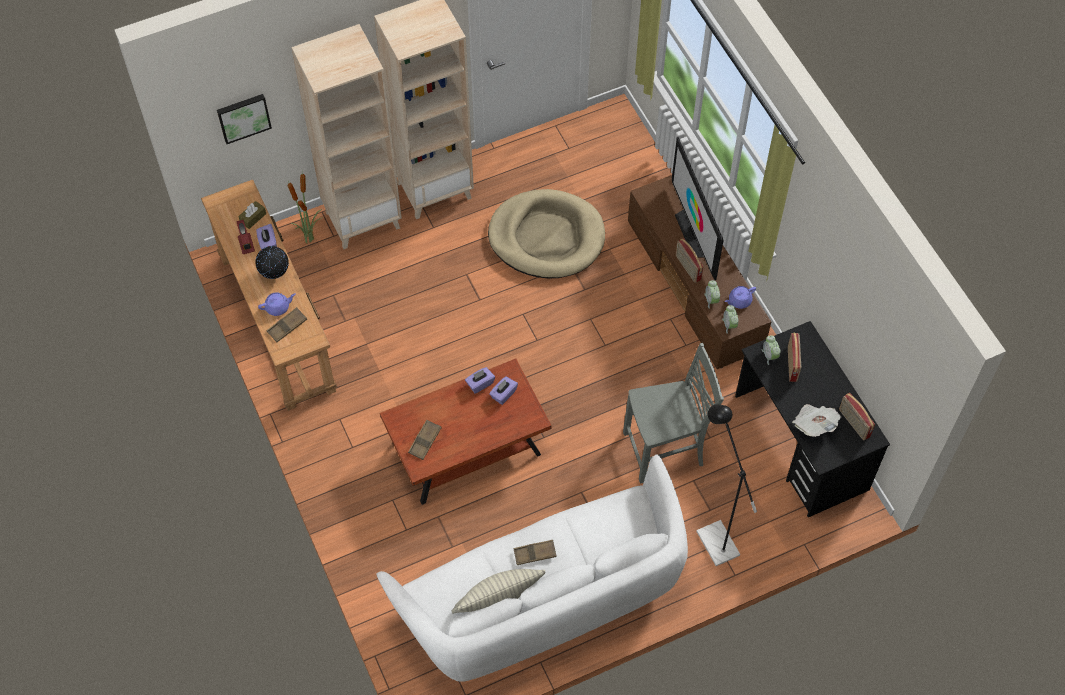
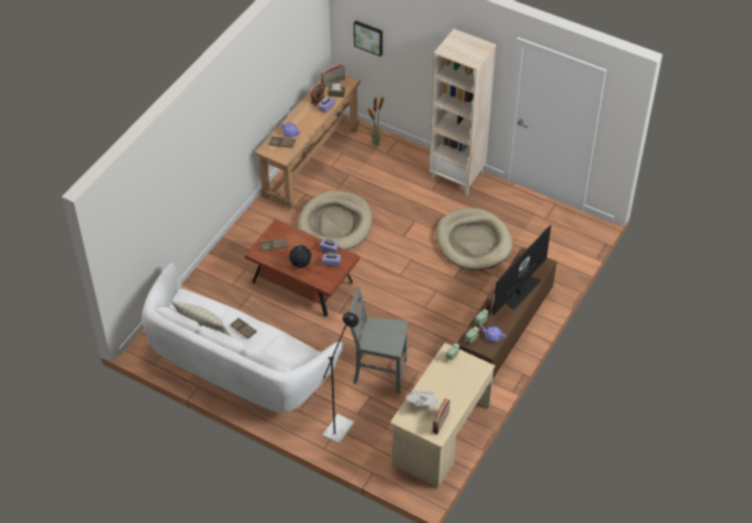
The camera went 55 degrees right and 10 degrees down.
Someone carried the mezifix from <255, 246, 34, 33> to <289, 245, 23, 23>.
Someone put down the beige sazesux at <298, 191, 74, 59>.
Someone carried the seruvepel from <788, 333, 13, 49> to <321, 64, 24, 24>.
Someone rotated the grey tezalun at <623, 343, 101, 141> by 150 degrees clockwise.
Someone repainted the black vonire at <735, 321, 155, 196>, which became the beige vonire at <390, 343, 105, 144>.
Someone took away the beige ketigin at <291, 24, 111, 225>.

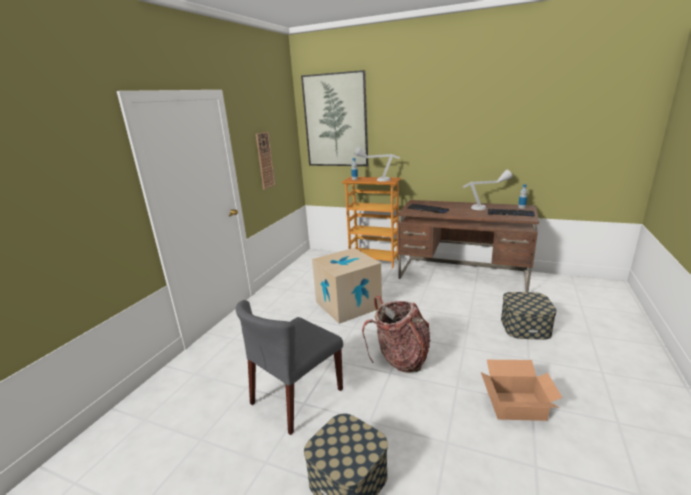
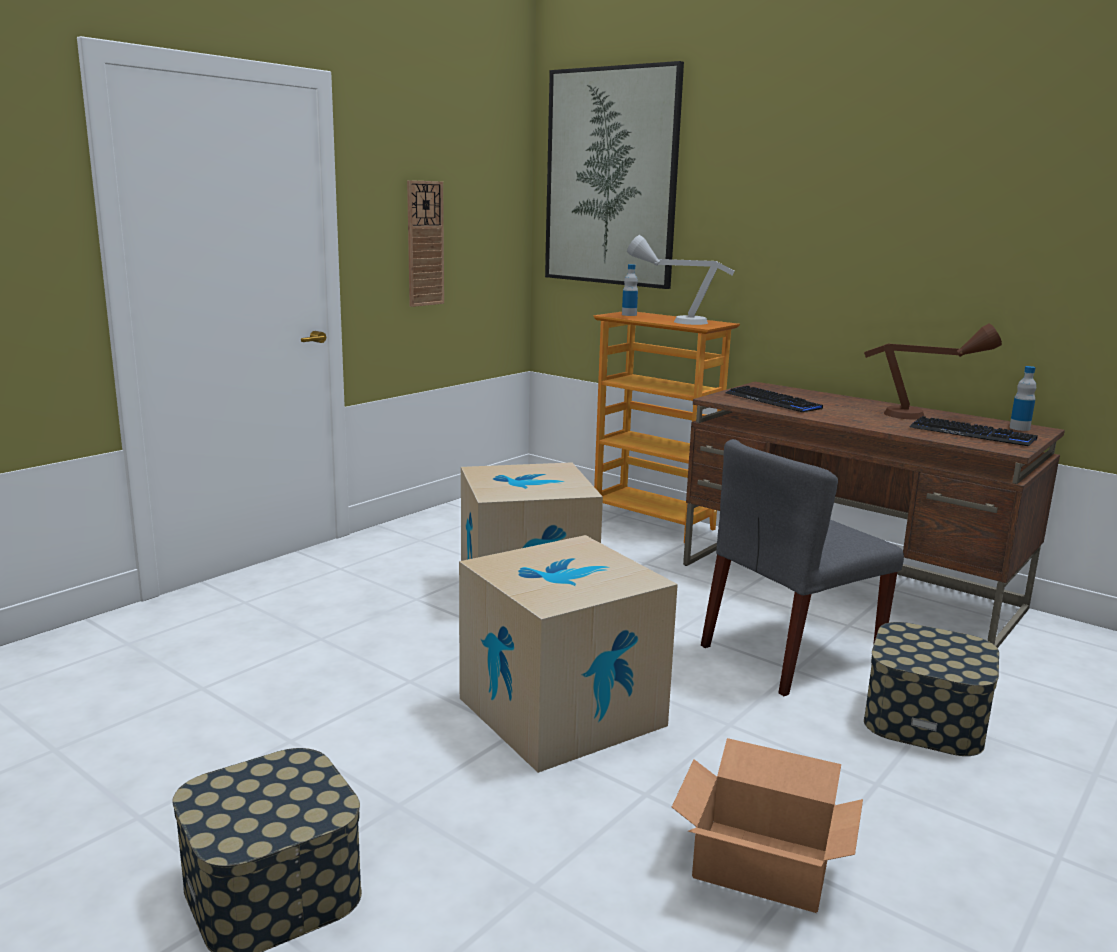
The camera went 15 degrees right and 5 degrees down.
Someone swapped the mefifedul at <362, 296, 68, 77> for the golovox at <459, 535, 219, 238>.
Someone carried the grey tezalun from <236, 300, 107, 135> to <701, 439, 203, 257>.
Someone repainted the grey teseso at <463, 170, 50, 40>, which became the brown teseso at <864, 323, 138, 96>.

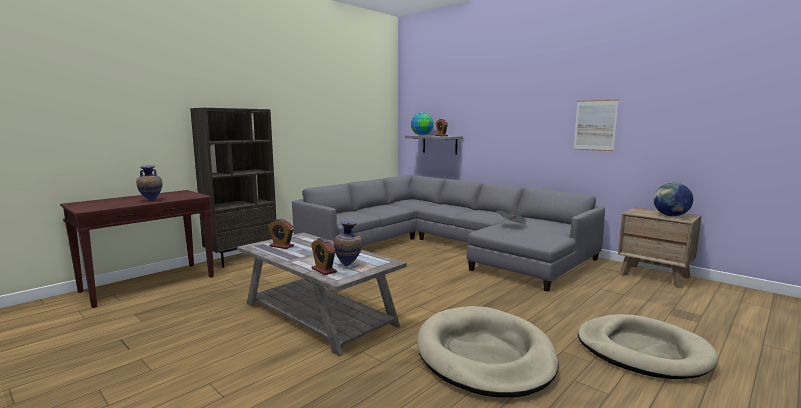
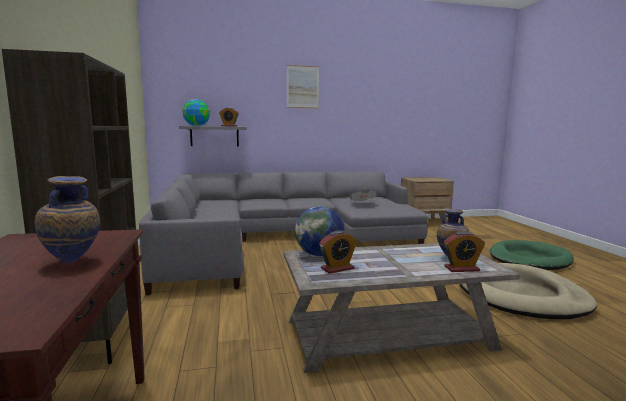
The camera went 55 degrees left and 0 degrees up.
Someone carried the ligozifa from <574, 99, 45, 52> to <287, 65, 32, 43>.
Someone carried the mezifix from <653, 183, 40, 33> to <295, 206, 50, 50>.
Someone repainted the beige sazesux at <578, 314, 141, 65>, which became the green sazesux at <490, 240, 84, 30>.

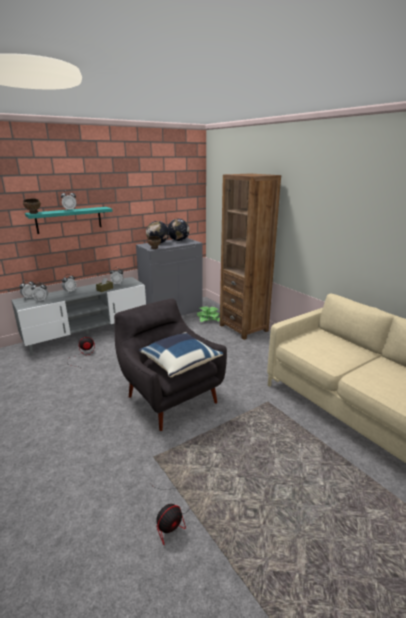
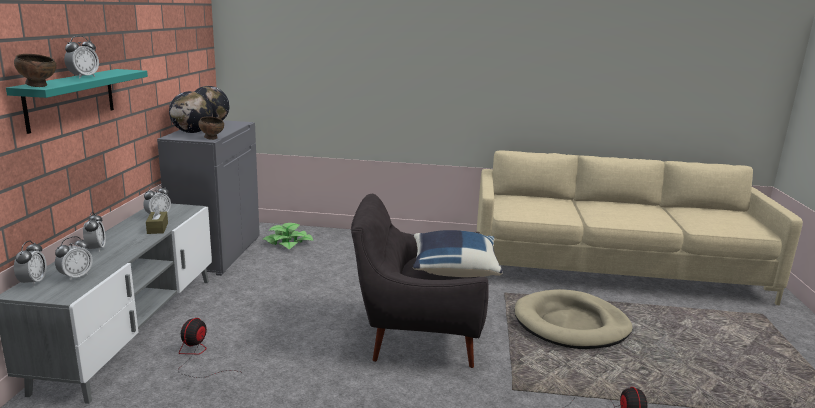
The camera went 50 degrees left and 5 degrees down.
Someone put down the beige sazesux at <515, 289, 117, 60>.
Someone took away the brown ketigin at <220, 174, 61, 166>.

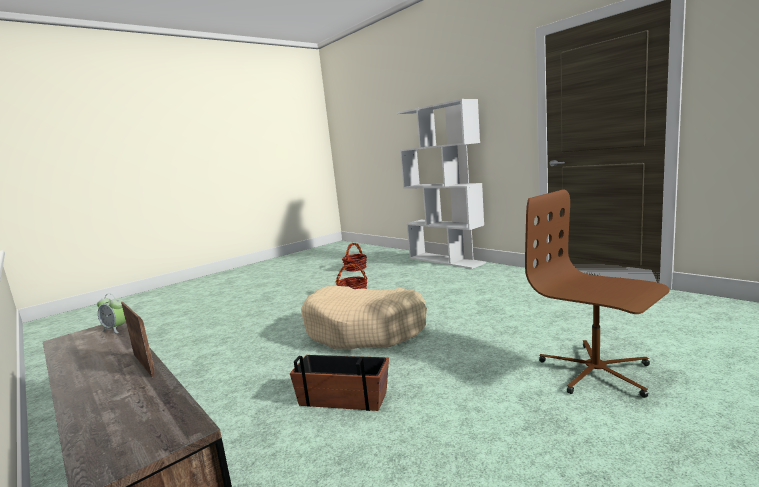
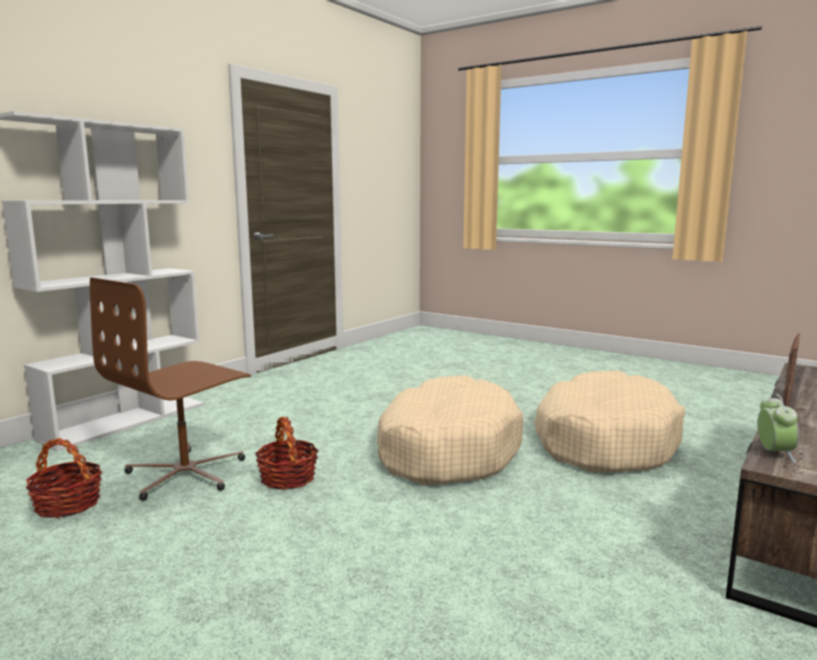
The camera went 105 degrees left and 0 degrees up.
Someone carried the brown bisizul from <525, 189, 145, 209> to <90, 277, 161, 224>.
Someone swapped the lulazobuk at <290, 355, 99, 56> for the beige sazesux at <534, 371, 151, 102>.

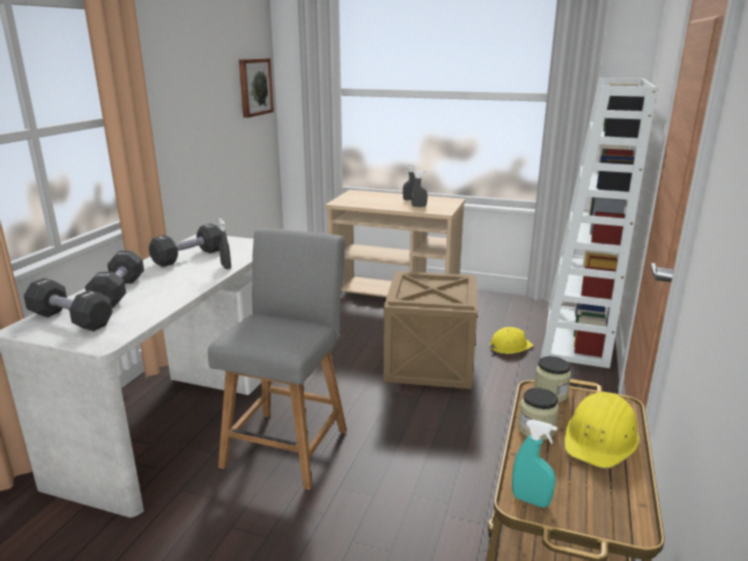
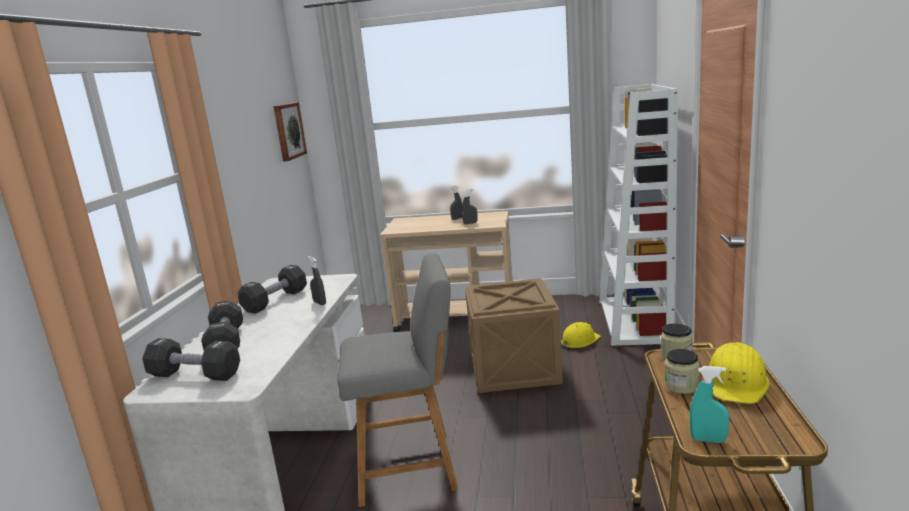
The camera went 10 degrees left and 5 degrees down.
Someone rotated the grey tezalun at <208, 227, 139, 263> by 75 degrees clockwise.

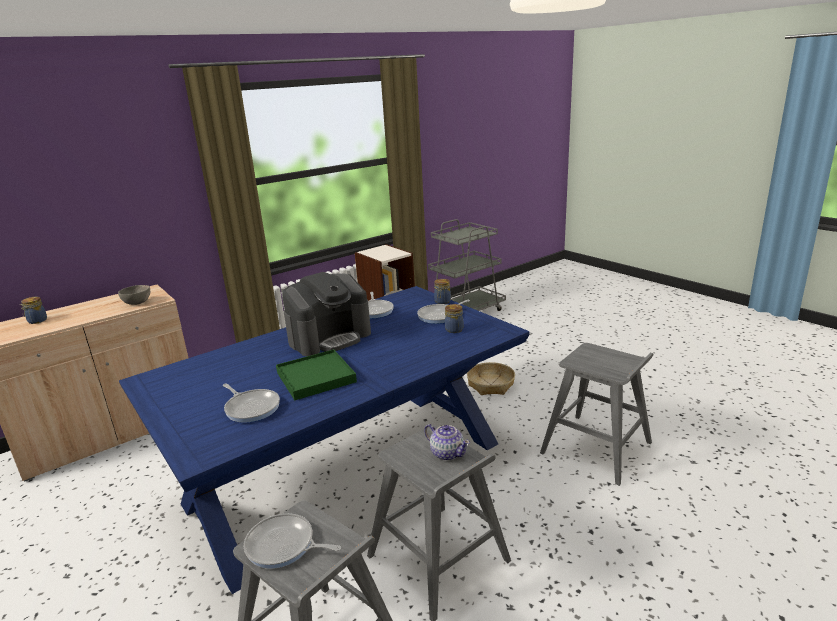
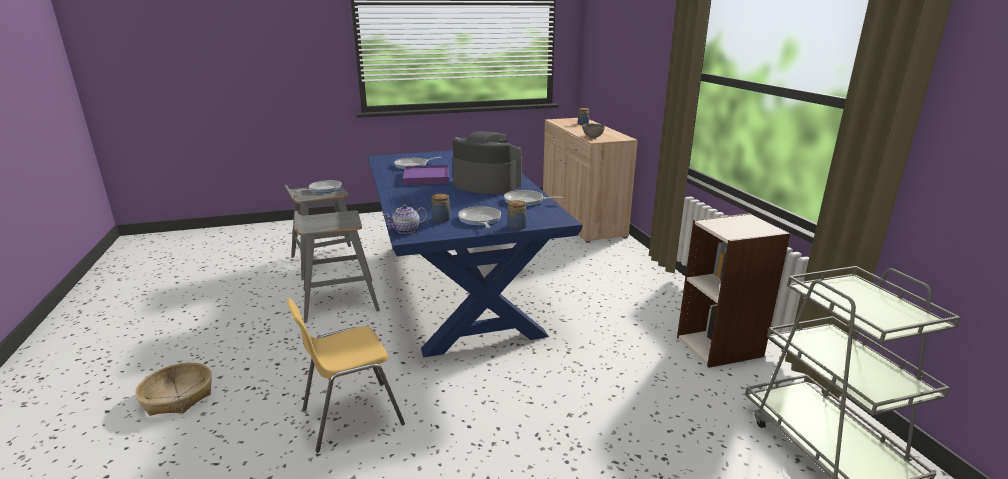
The camera went 110 degrees right and 0 degrees up.
Someone carried the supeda from <467, 362, 48, 33> to <135, 362, 77, 54>.
Someone swapped the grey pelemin at <540, 343, 113, 142> for the yellow tezalun at <286, 298, 119, 155>.
Someone carried the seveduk from <424, 424, 46, 37> to <383, 205, 44, 29>.
Someone repainted the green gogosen at <276, 349, 81, 51>, which became the purple gogosen at <403, 165, 46, 20>.
Someone rotated the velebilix at <282, 272, 89, 84> by 135 degrees clockwise.

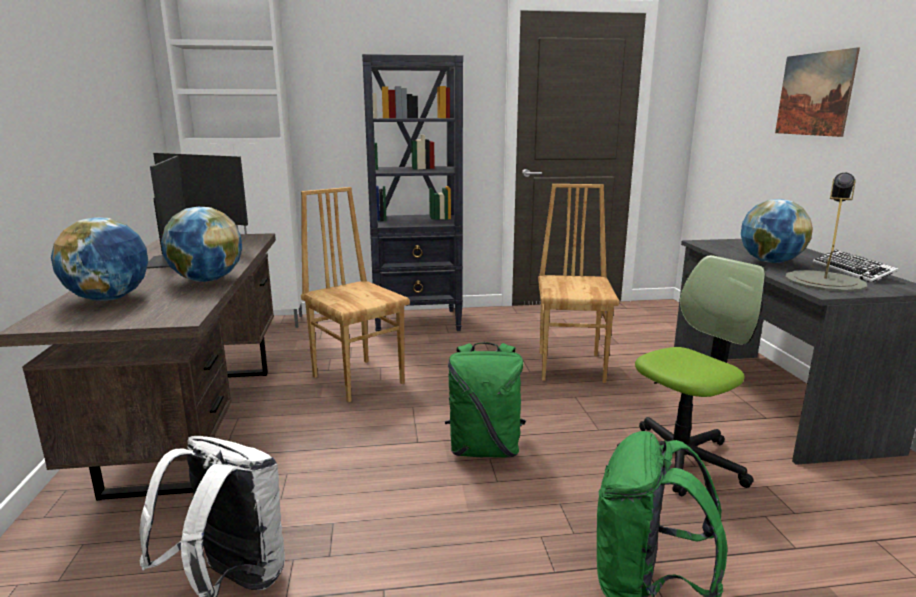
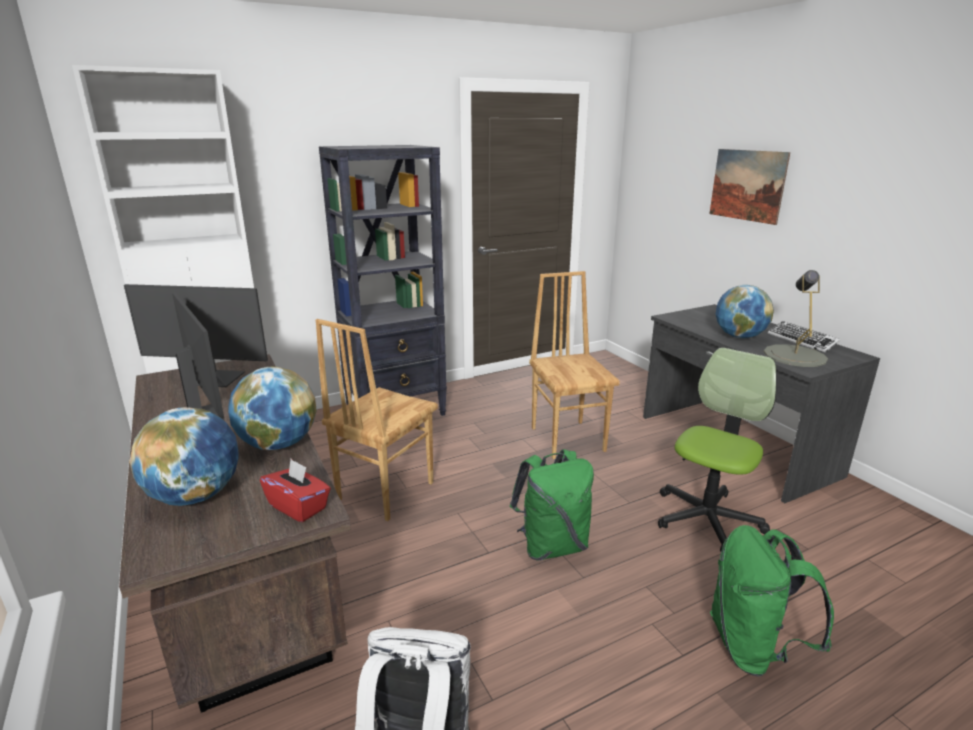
The camera went 20 degrees left and 5 degrees up.
Someone put down the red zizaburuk at <260, 459, 71, 63>.
Someone rotated the brown tezalun at <301, 187, 109, 215> by 90 degrees counterclockwise.

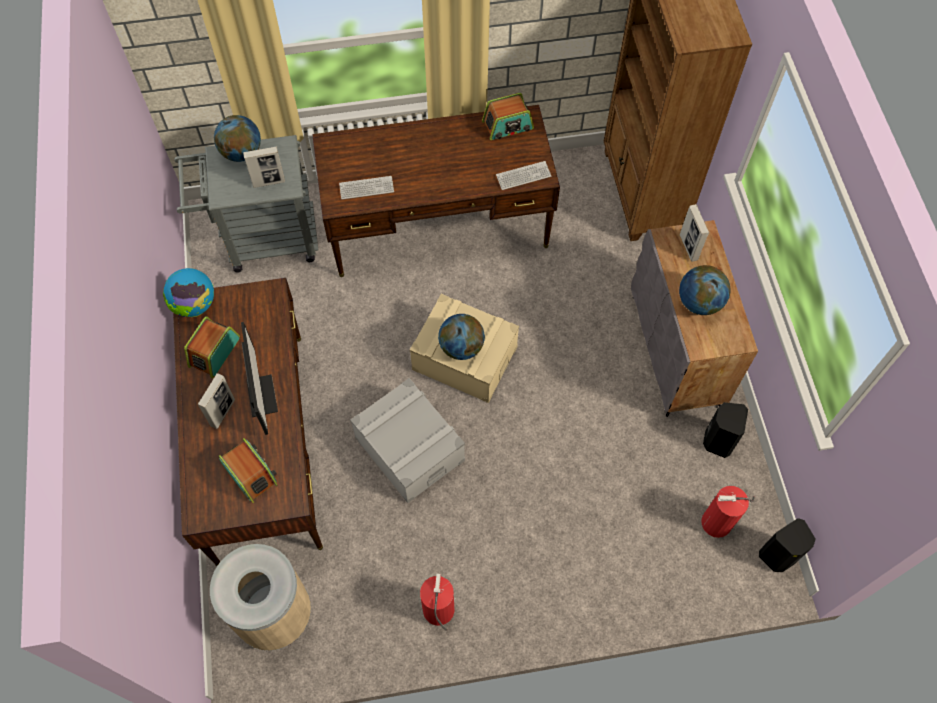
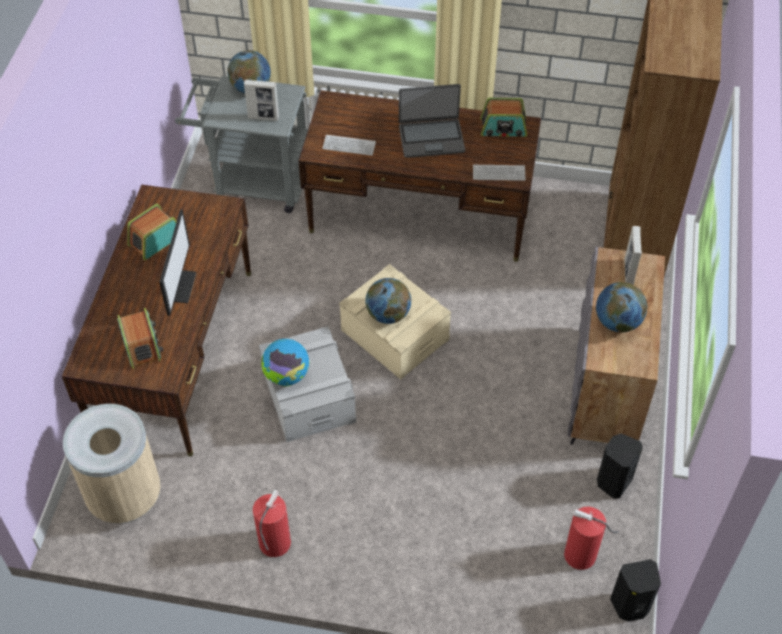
The camera went 20 degrees right and 10 degrees down.
Someone carried the mezifix from <163, 268, 51, 49> to <261, 339, 49, 47>.
Someone put down the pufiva at <399, 84, 66, 74>.
Someone took away the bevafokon at <198, 373, 37, 56>.

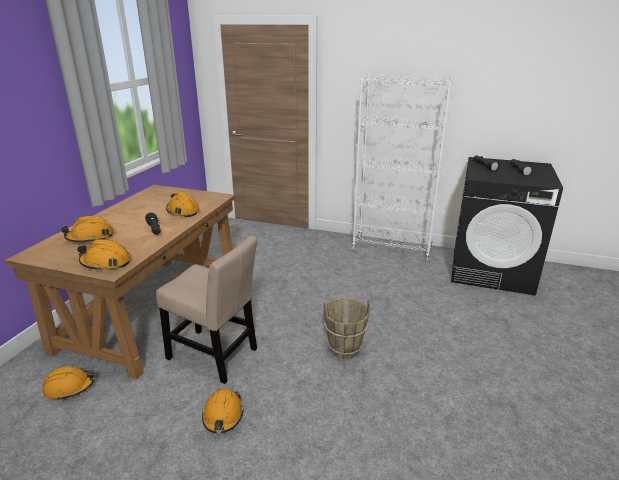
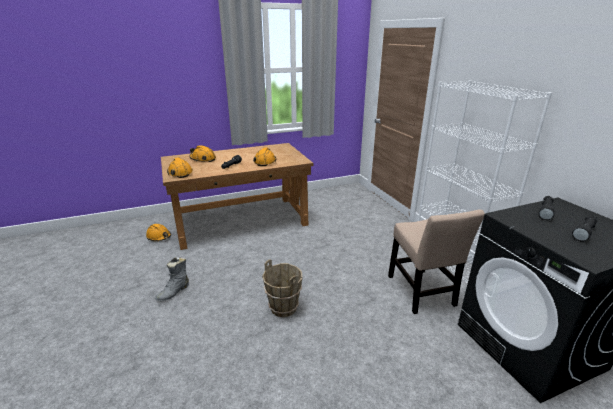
The camera went 50 degrees right and 0 degrees up.
Someone swapped the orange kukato at <202, 388, 42, 45> for the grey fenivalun at <155, 257, 34, 44>.
Someone carried the beige tezalun from <156, 235, 102, 149> to <388, 210, 97, 104>.

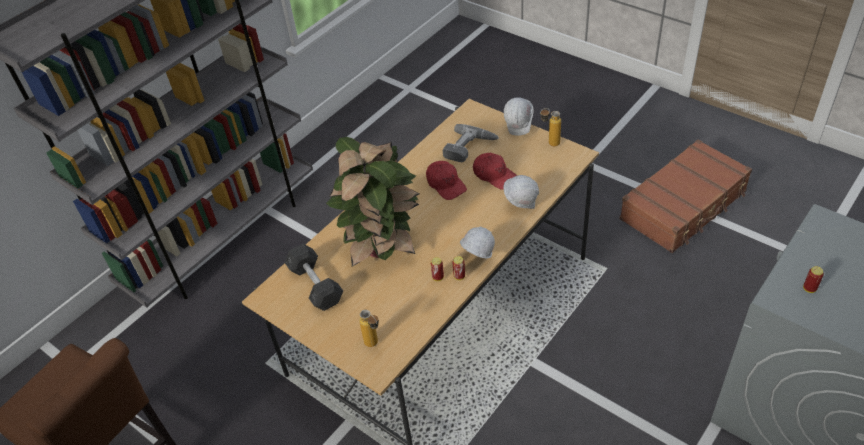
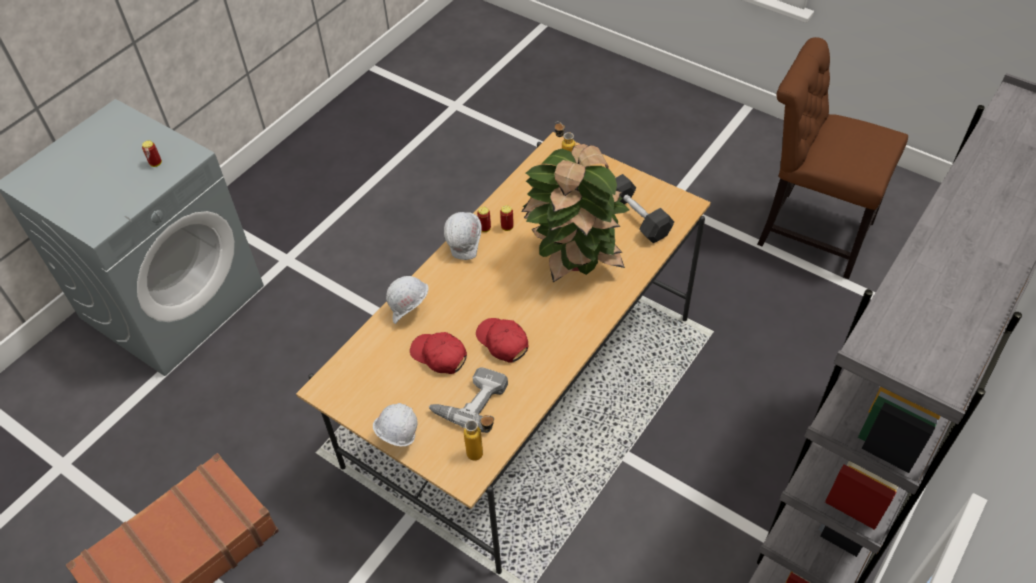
The camera went 175 degrees right and 5 degrees up.
Someone carried the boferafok from <540, 108, 21, 38> to <464, 415, 30, 46>.

